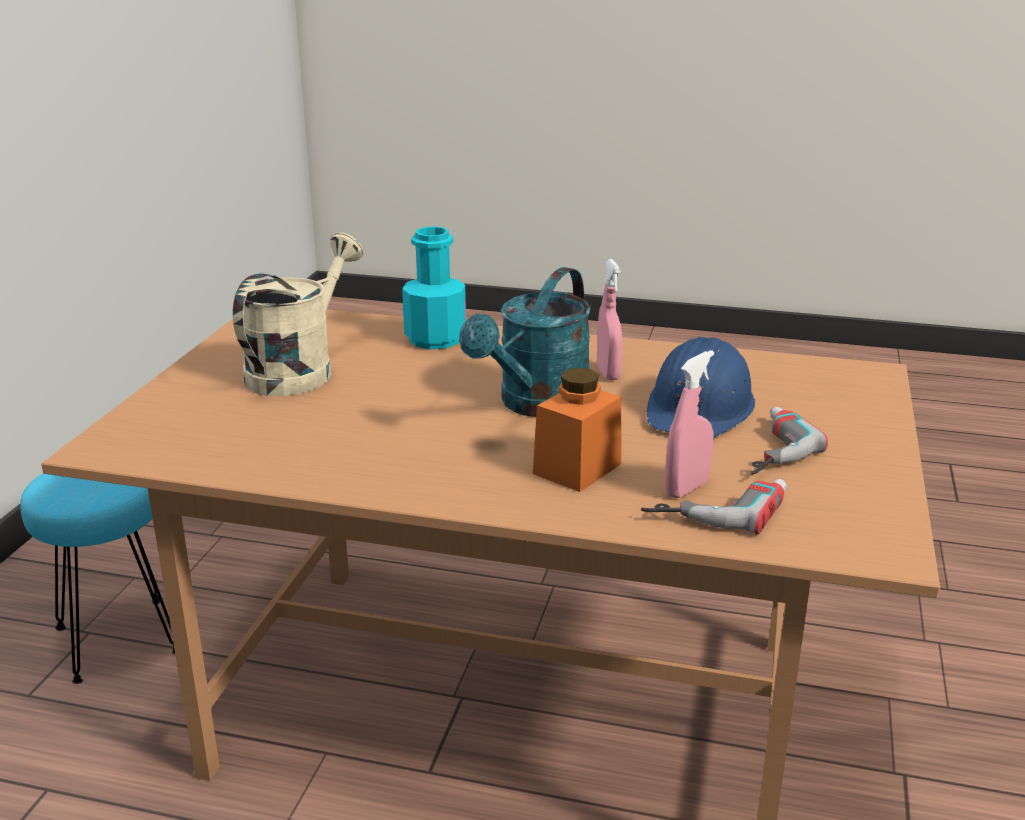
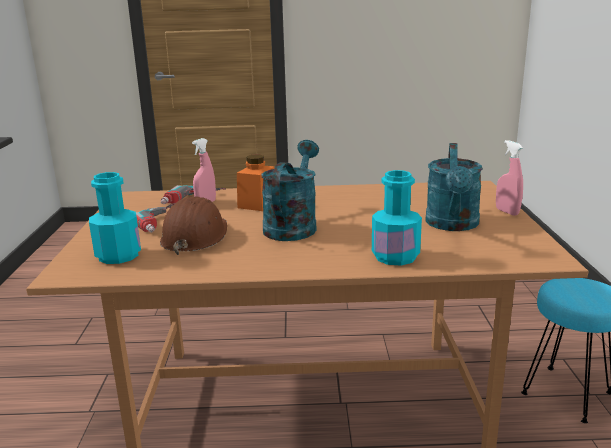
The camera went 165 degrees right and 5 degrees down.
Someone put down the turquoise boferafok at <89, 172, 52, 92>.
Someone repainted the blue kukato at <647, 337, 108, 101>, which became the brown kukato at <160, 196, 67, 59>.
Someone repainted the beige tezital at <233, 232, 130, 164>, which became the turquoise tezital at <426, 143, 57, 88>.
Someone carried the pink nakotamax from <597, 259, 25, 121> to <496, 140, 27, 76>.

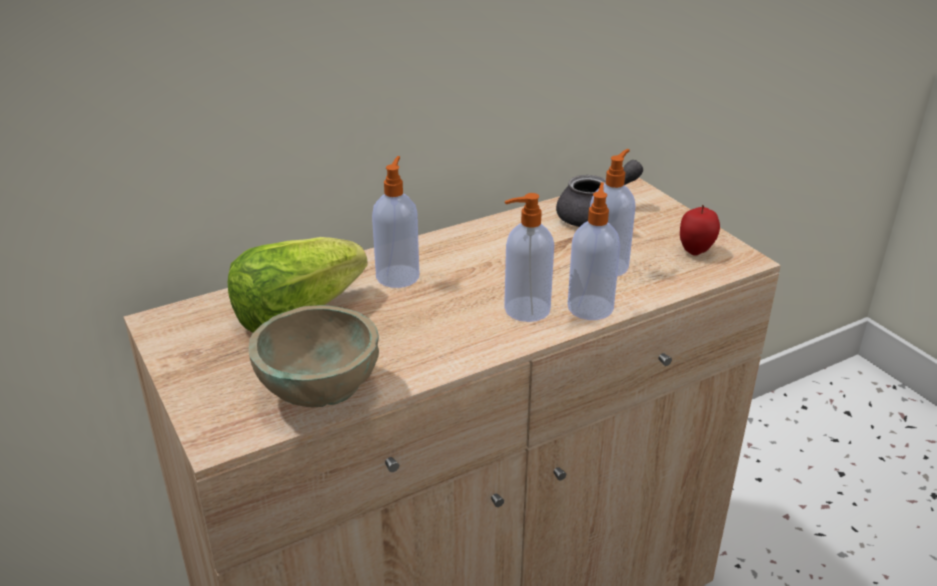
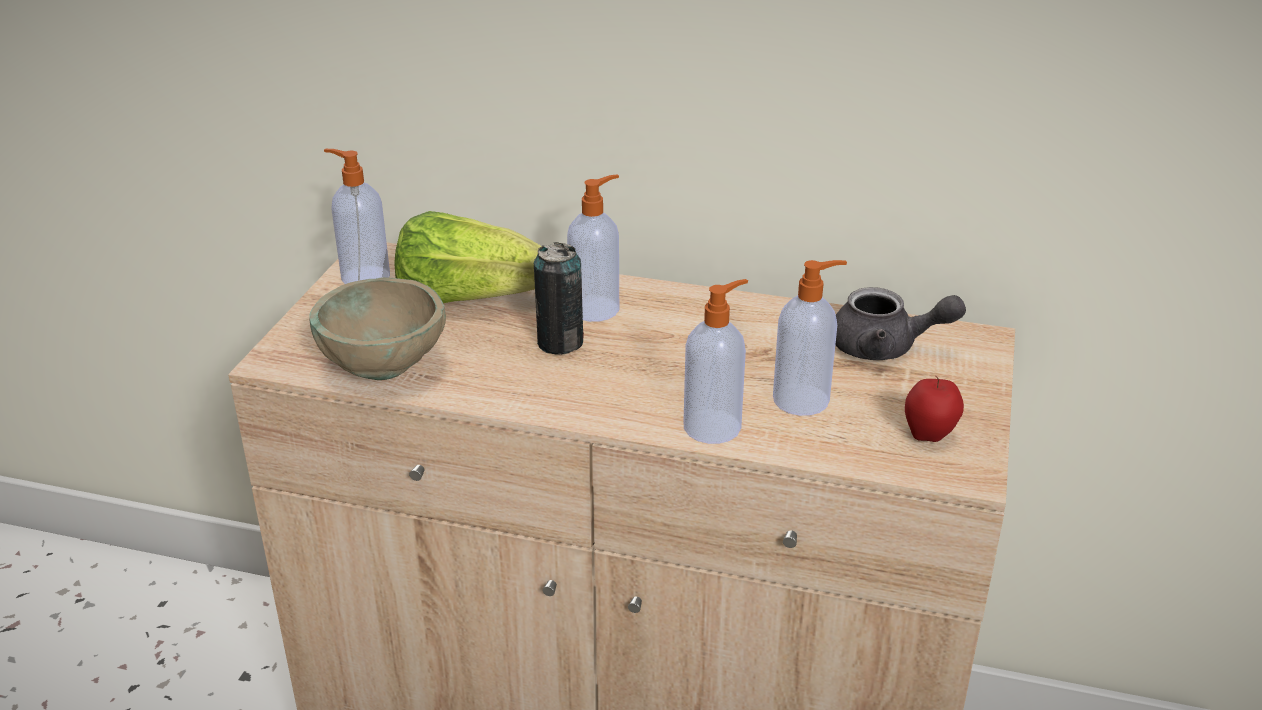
The camera went 45 degrees right and 0 degrees up.
Someone carried the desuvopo from <504, 193, 50, 129> to <324, 149, 66, 135>.
Someone put down the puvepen at <534, 242, 50, 113>.

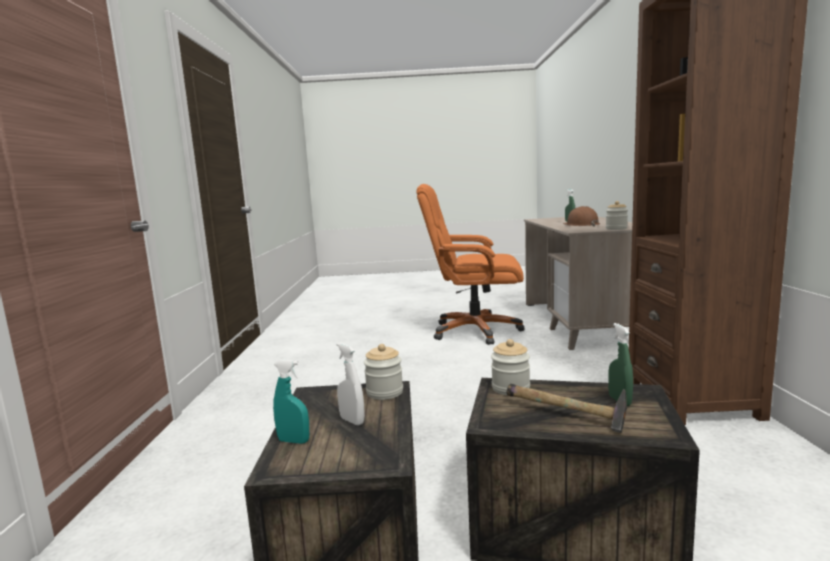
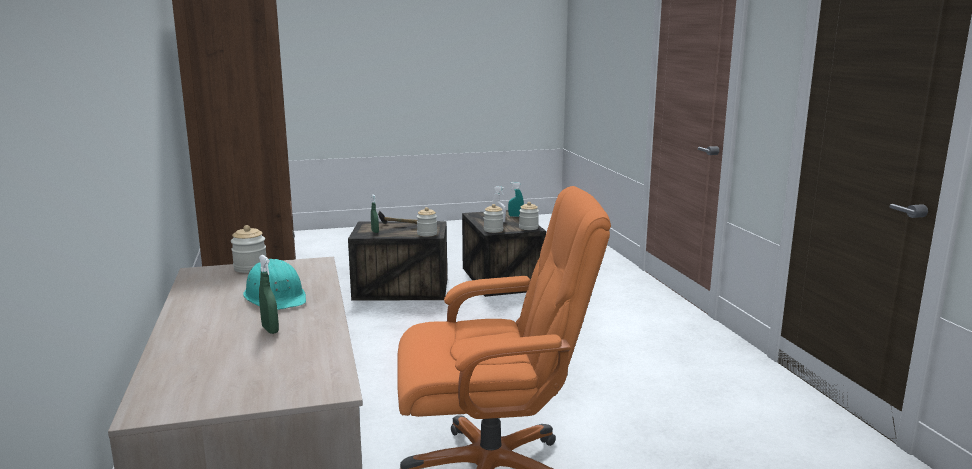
The camera went 165 degrees right and 5 degrees up.
Someone repainted the brown kukato at <563, 206, 37, 21>, which became the turquoise kukato at <243, 259, 63, 51>.
Someone put down the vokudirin at <519, 202, 20, 28>.

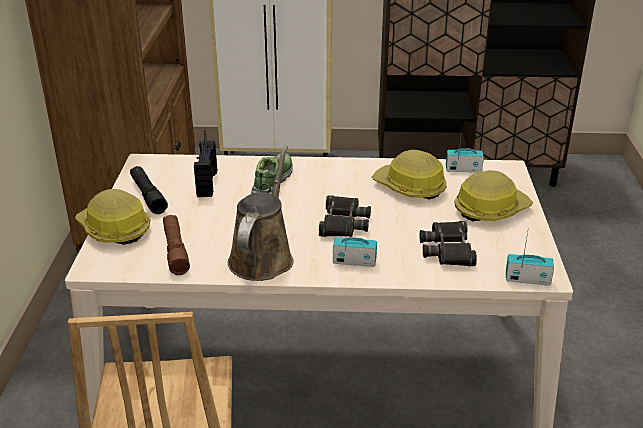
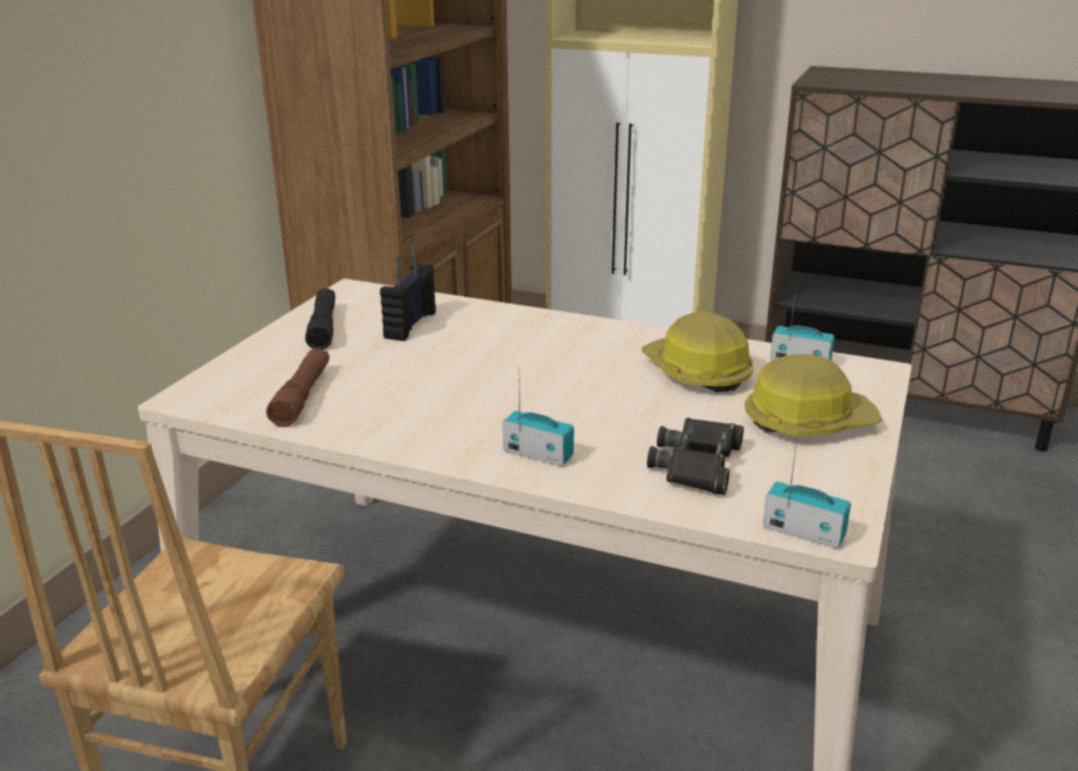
The camera went 20 degrees right and 5 degrees down.
Someone took away the kukato at <75, 189, 75, 56>.
Someone took away the brown tezital at <228, 146, 66, 135>.
Someone took away the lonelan at <251, 153, 42, 42>.
Someone took away the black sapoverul at <319, 195, 52, 42>.

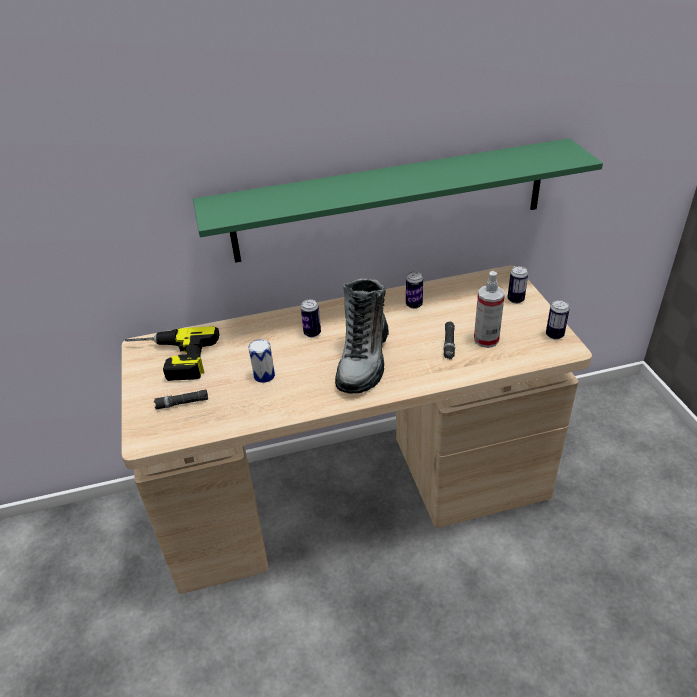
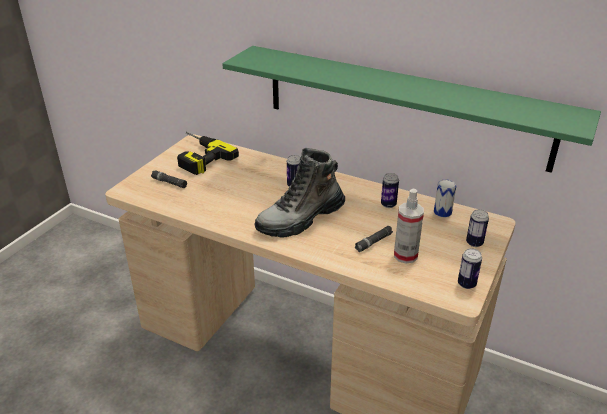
The camera went 40 degrees right and 5 degrees down.
Someone carried the puvepen from <249, 339, 26, 44> to <434, 179, 23, 38>.

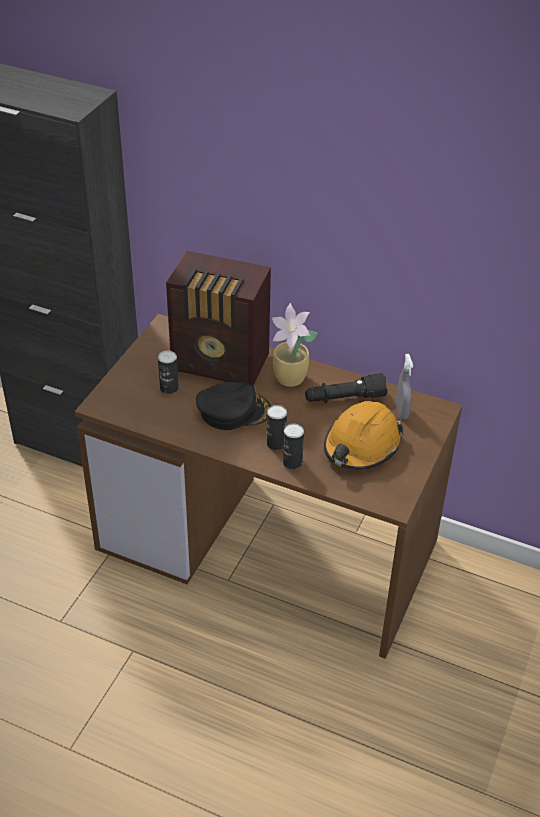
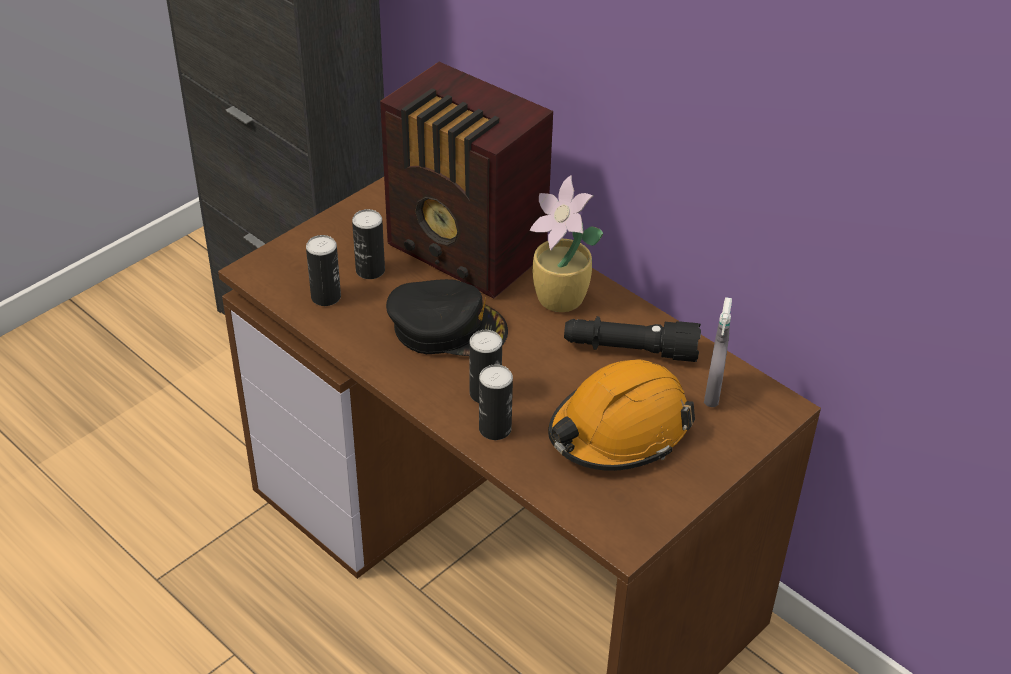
The camera went 20 degrees right and 0 degrees up.
Someone put down the puvepen at <306, 235, 35, 71>.

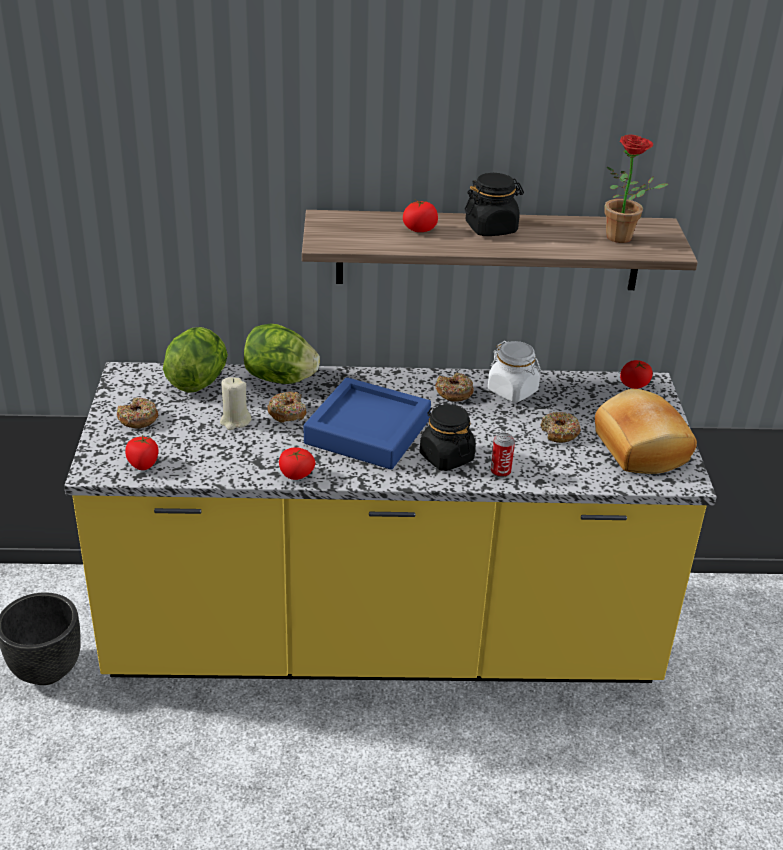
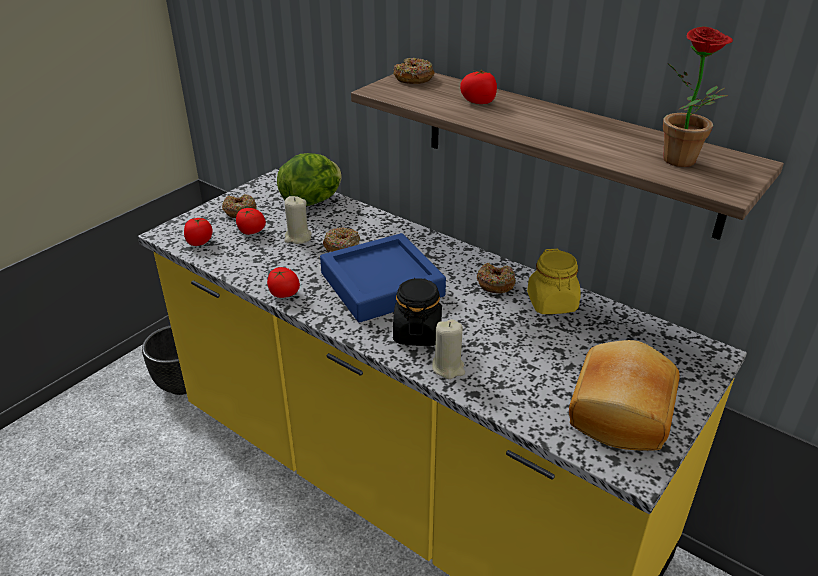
The camera went 40 degrees right and 0 degrees up.
Someone carried the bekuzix from <620, 360, 33, 29> to <236, 208, 30, 27>.
Someone carried the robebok from <541, 412, 40, 31> to <393, 58, 42, 26>.
Someone swapped the puvepen at <491, 433, 24, 45> for the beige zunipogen at <432, 319, 33, 60>.
Someone repainted the white vokudirin at <488, 341, 53, 61>, which became the yellow vokudirin at <527, 249, 54, 65>.
Someone took away the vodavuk at <244, 324, 76, 60>.
Someone took away the black vokudirin at <464, 173, 60, 63>.

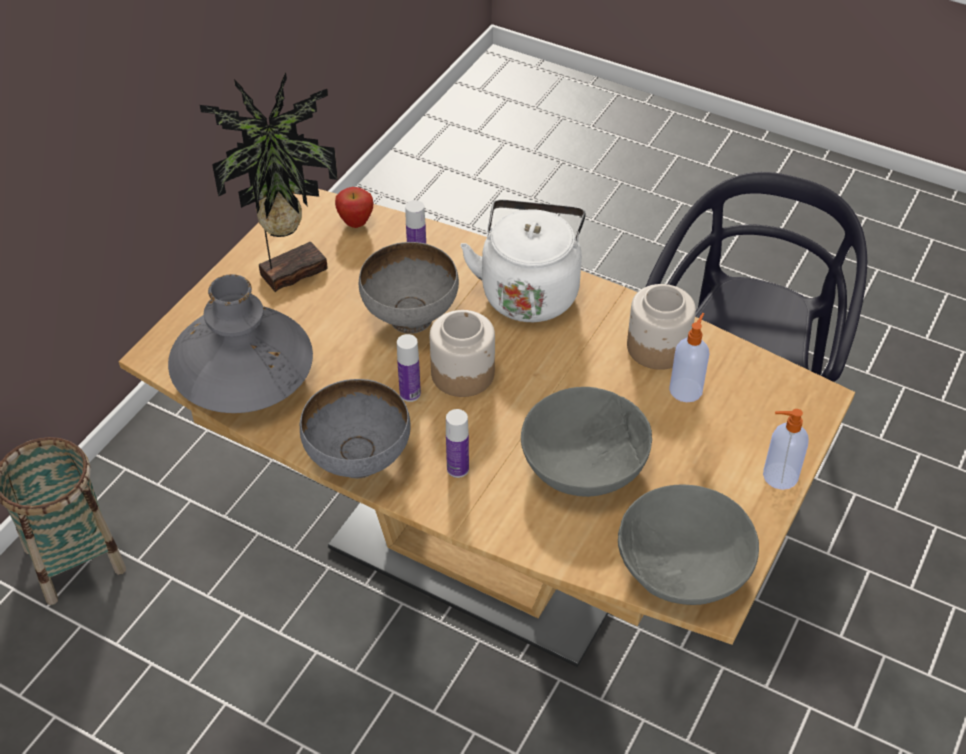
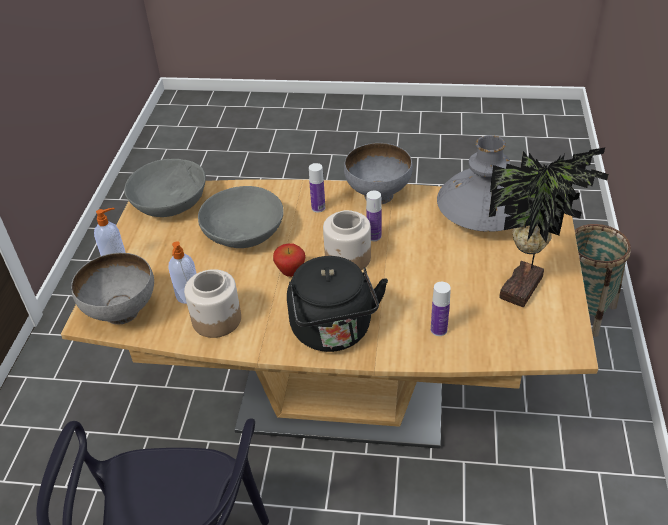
The camera went 160 degrees right and 5 degrees down.
Someone carried the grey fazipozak from <359, 242, 100, 92> to <71, 253, 83, 72>.
Someone carried the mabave from <335, 187, 38, 41> to <273, 243, 32, 34>.
Someone repainted the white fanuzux at <460, 200, 126, 122>, which became the black fanuzux at <287, 256, 101, 96>.

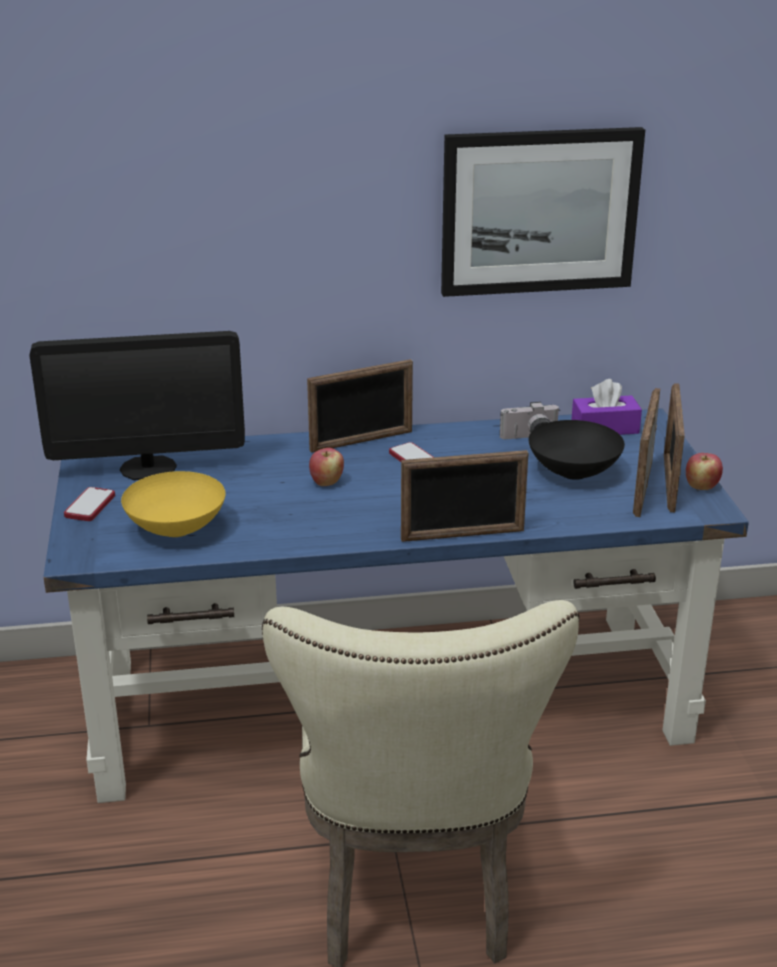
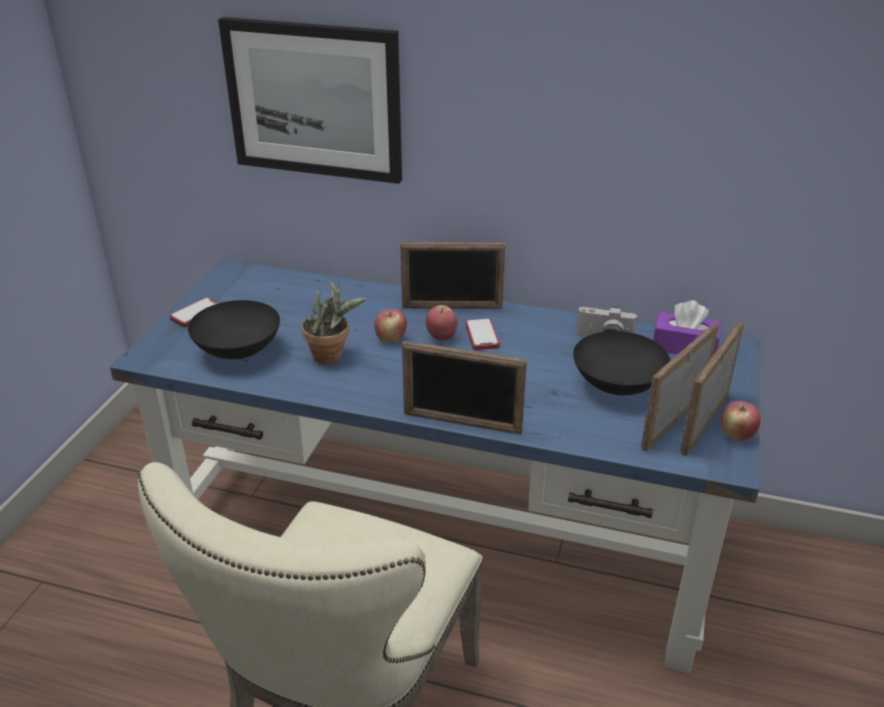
The camera went 25 degrees right and 5 degrees up.
Someone repainted the yellow fazipozak at <121, 471, 104, 66>, which became the black fazipozak at <188, 300, 92, 59>.
Someone carried the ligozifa from <441, 127, 204, 170> to <218, 17, 184, 167>.
Someone put down the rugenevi at <302, 280, 64, 85>.
Someone put down the mabave at <426, 305, 31, 36>.
Someone took away the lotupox at <29, 331, 216, 149>.

